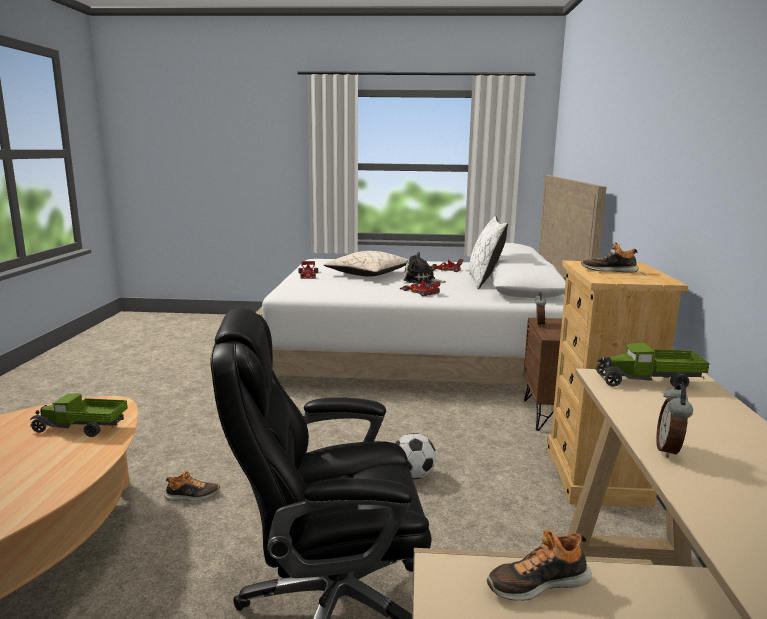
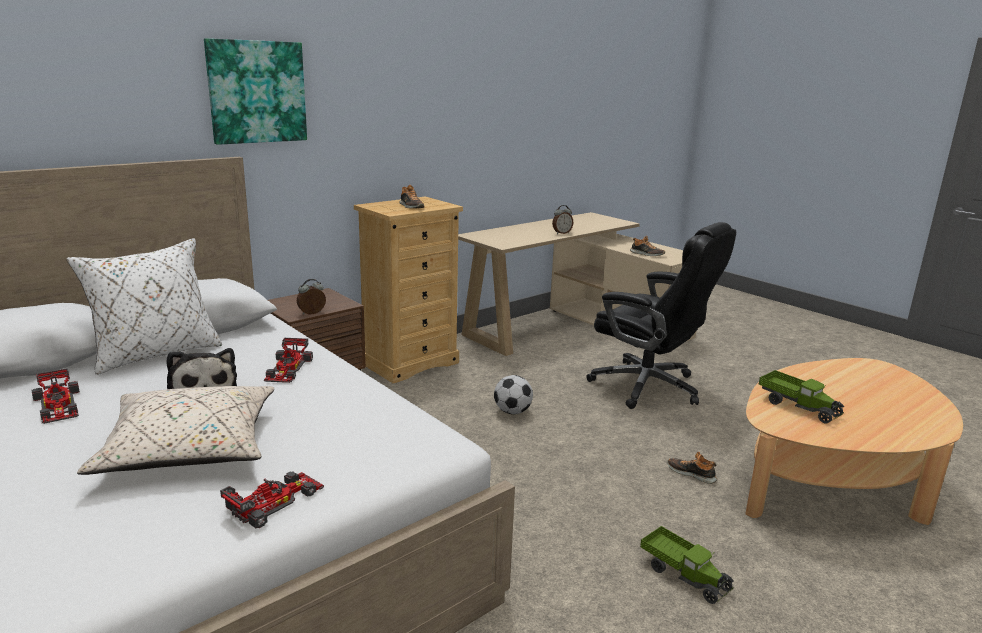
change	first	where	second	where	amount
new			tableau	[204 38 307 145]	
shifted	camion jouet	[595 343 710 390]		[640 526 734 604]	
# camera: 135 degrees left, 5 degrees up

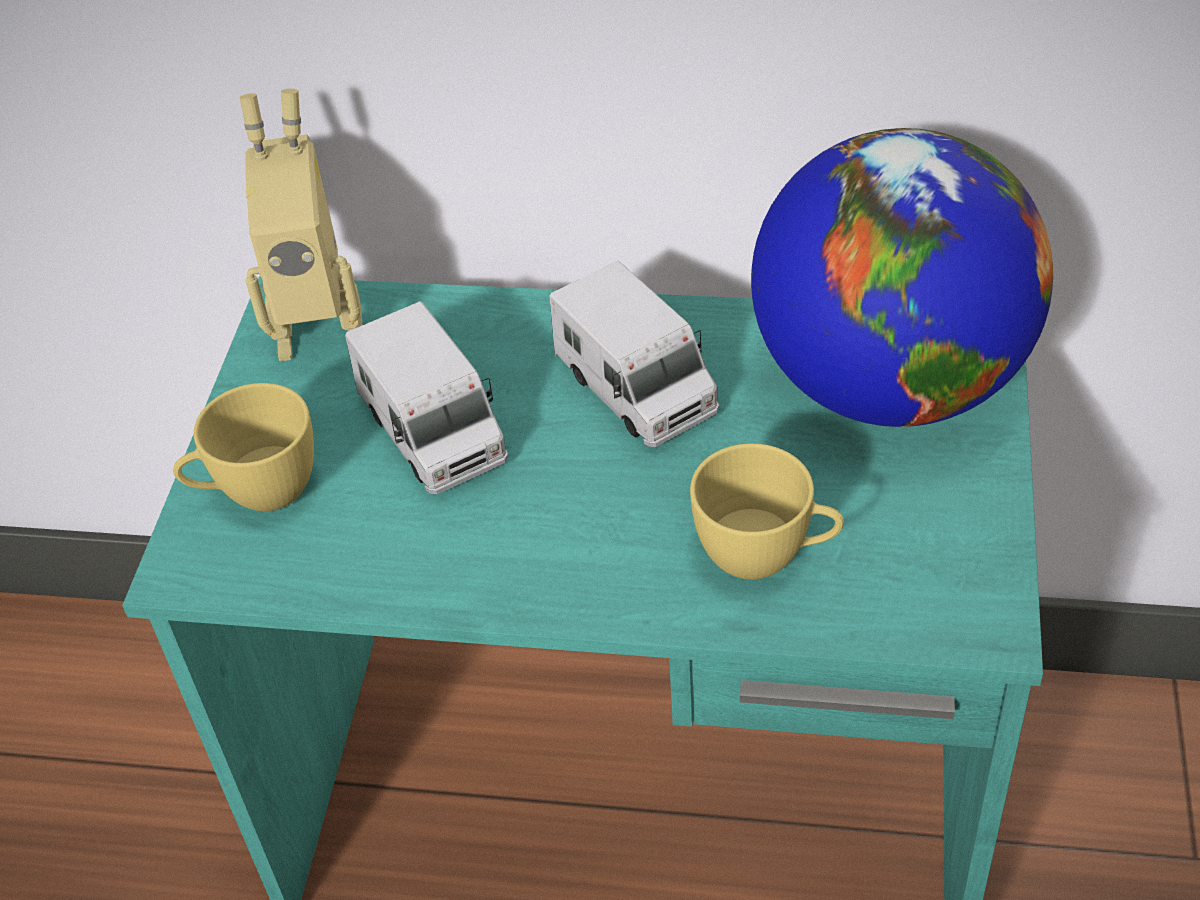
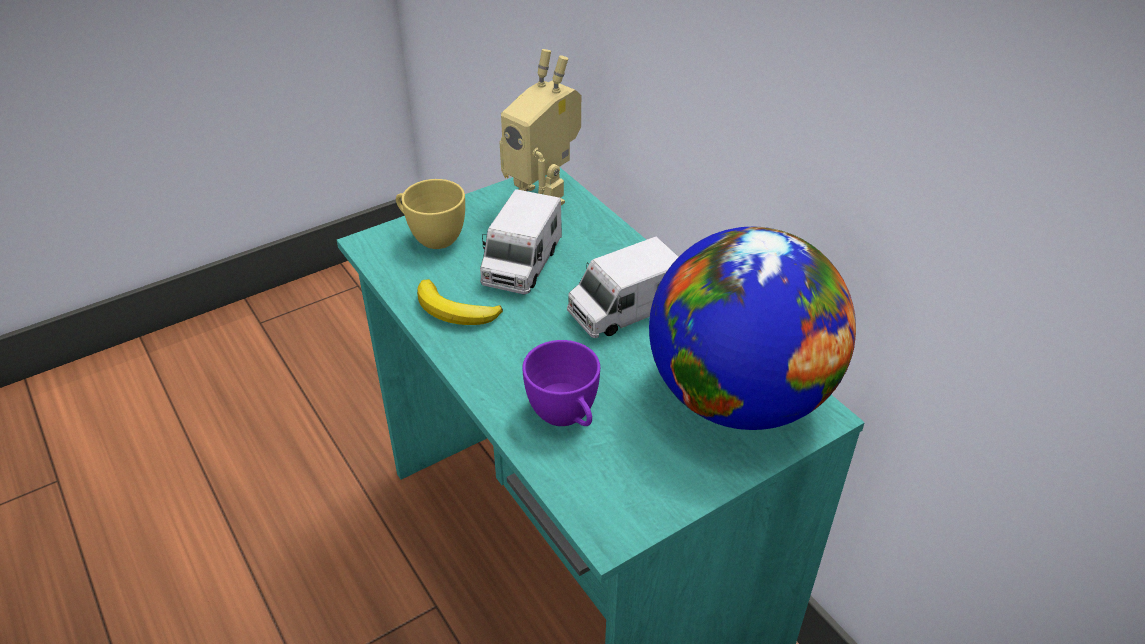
change	first	where	second	where	amount
new			banane	[417 279 503 325]	
repainted	tasse [jaune]	[690 443 844 580]	tasse [violet]	[522 340 600 426]	
rotated	camion jouet	[549 260 719 447]		[567 237 678 338]	45 degrees clockwise
# camera: 45 degrees right, 5 degrees down

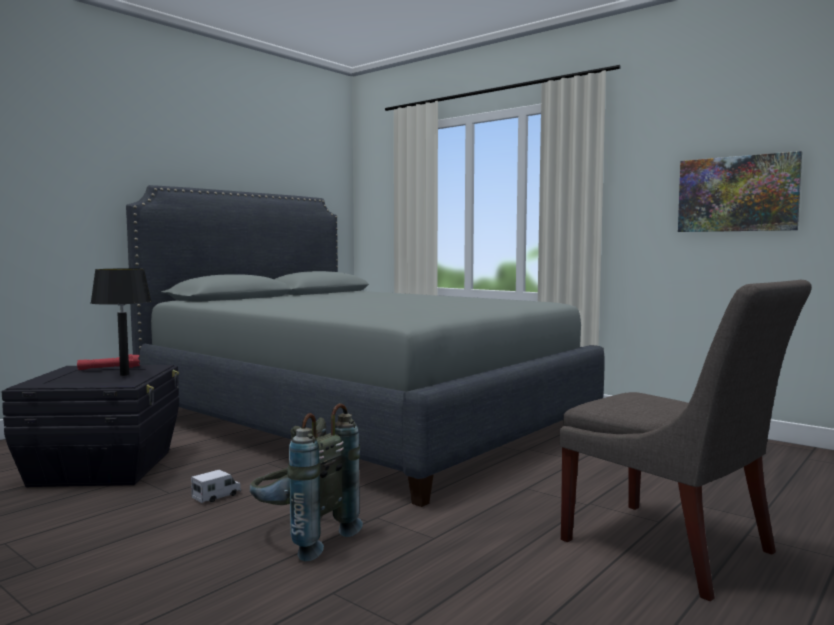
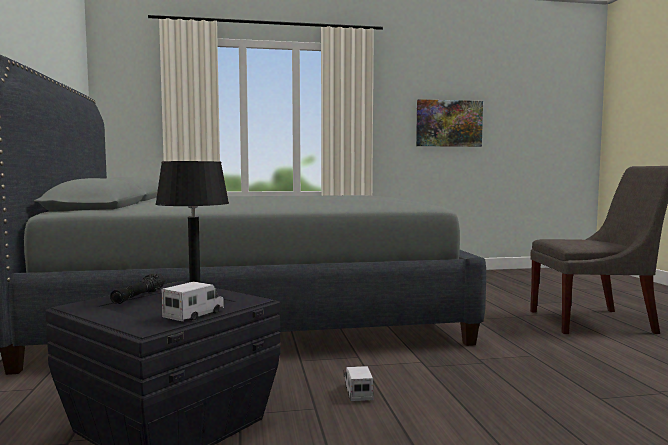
change	first	where	second	where	amount
repainted	lampe de poche [rouge]	[77 354 140 370]	lampe de poche [noir]	[110 274 165 304]	
new			camion jouet	[162 281 224 322]	
gone	sac à dos [gris]	[250 403 363 562]			
# camera: 50 degrees left, 0 degrees up

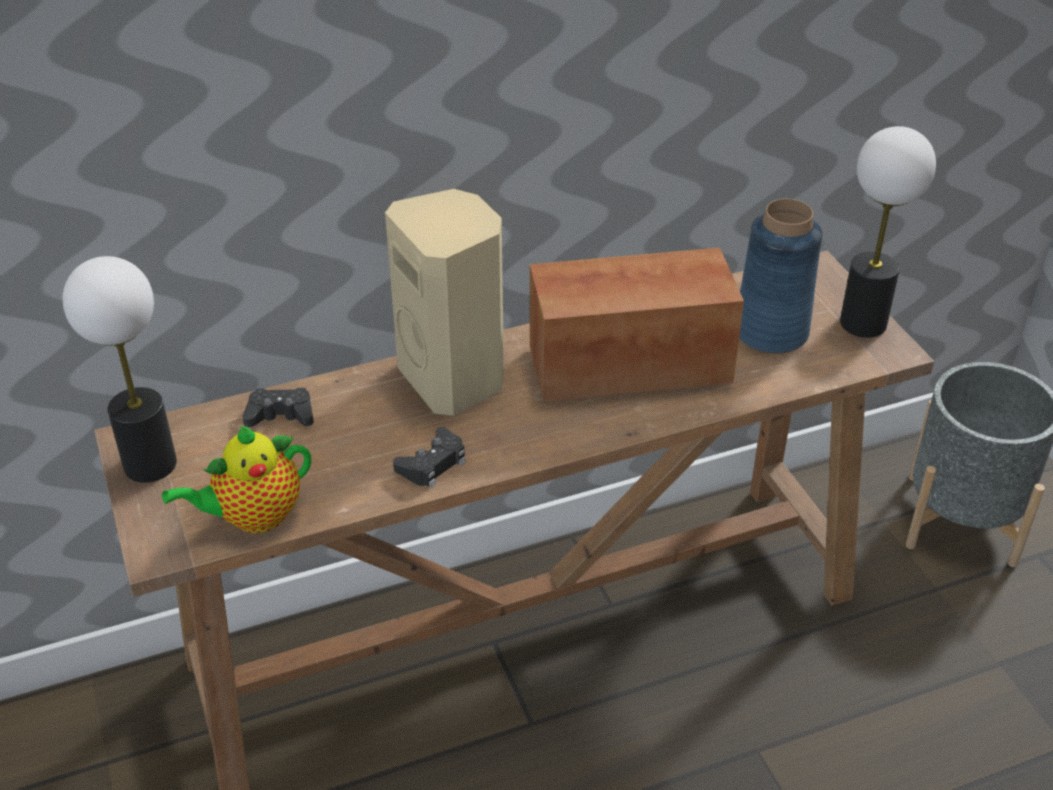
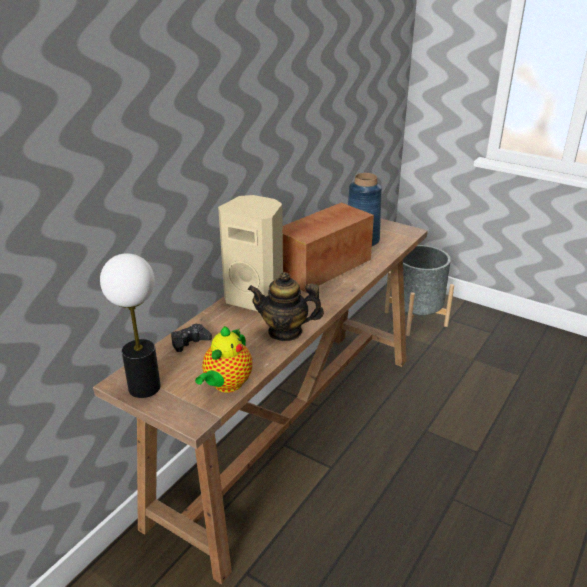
change	first	where	second	where	amount
swapped	manette [noir]	[393 427 466 488]	théière	[248 272 324 341]	
gone	lampe de table	[840 126 936 338]			
# camera: 35 degrees left, 10 degrees down

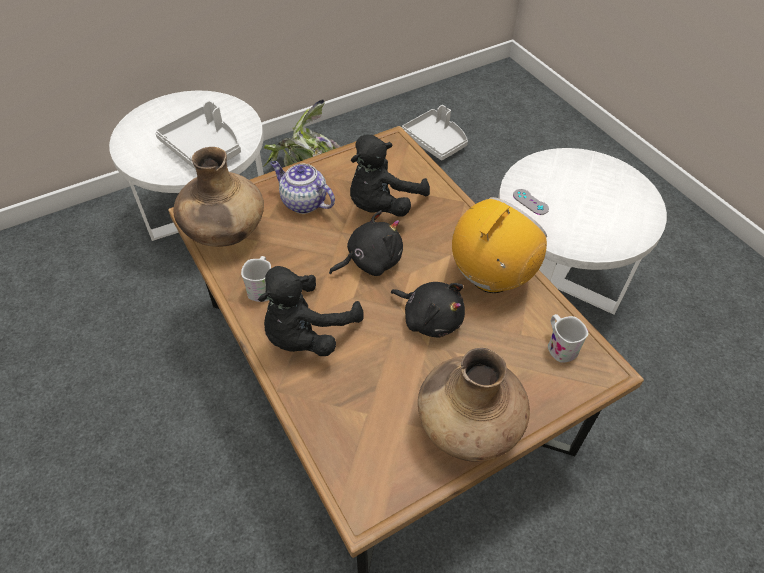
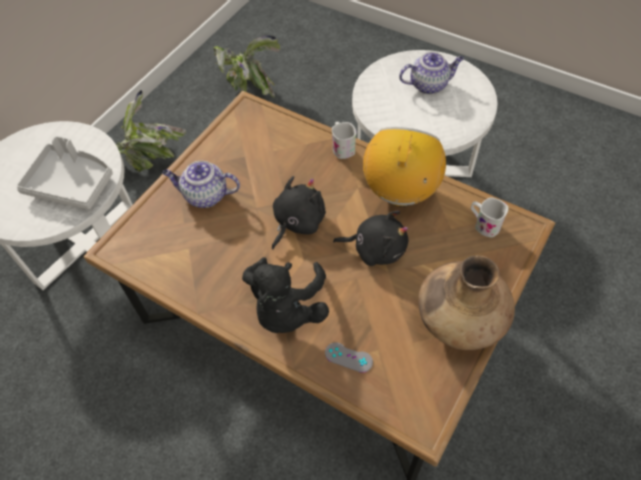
change	first	where	second	where	amount
swapped	plateau [gris]	[402 105 468 160]	plante en pot	[214 35 280 98]	
shifted	manette [gris]	[513 189 549 215]		[325 343 373 373]	
shifted	mug [blanc]	[241 256 271 302]		[332 122 356 159]	
new			théière	[399 52 464 94]	
gone	vase [marron]	[173 147 264 247]			
gone	peluche [noir]	[350 135 430 217]			
# camera: 25 degrees left, 5 degrees up

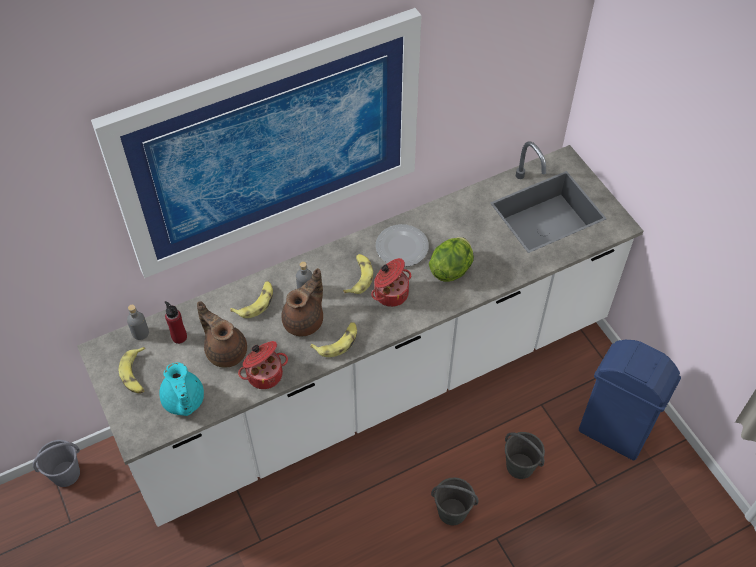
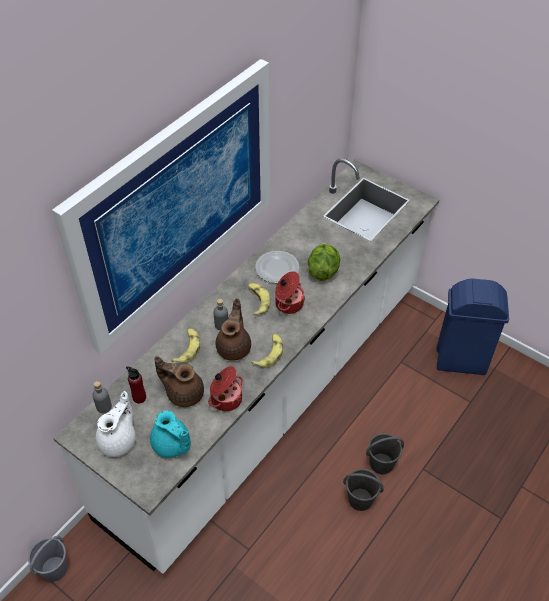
change	first	where	second	where	amount
swapped	banane	[119 347 145 393]	théière [blanc]	[96 391 136 457]	
shifted	seau [gris]	[505 432 545 479]		[343 469 384 511]	
# camera: 25 degrees left, 5 degrees down

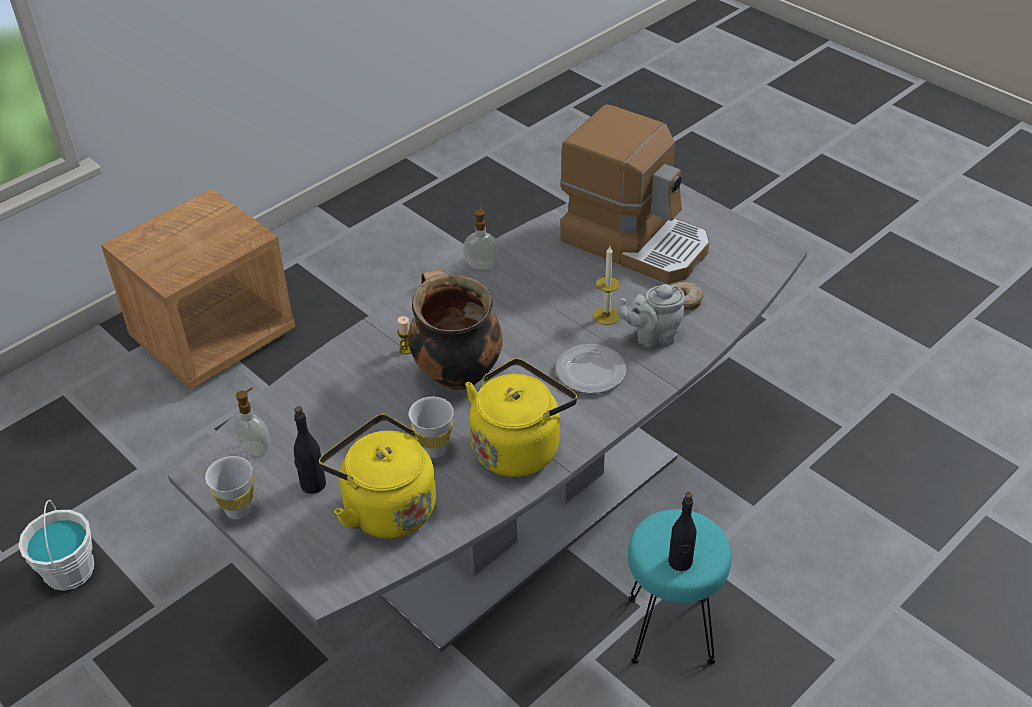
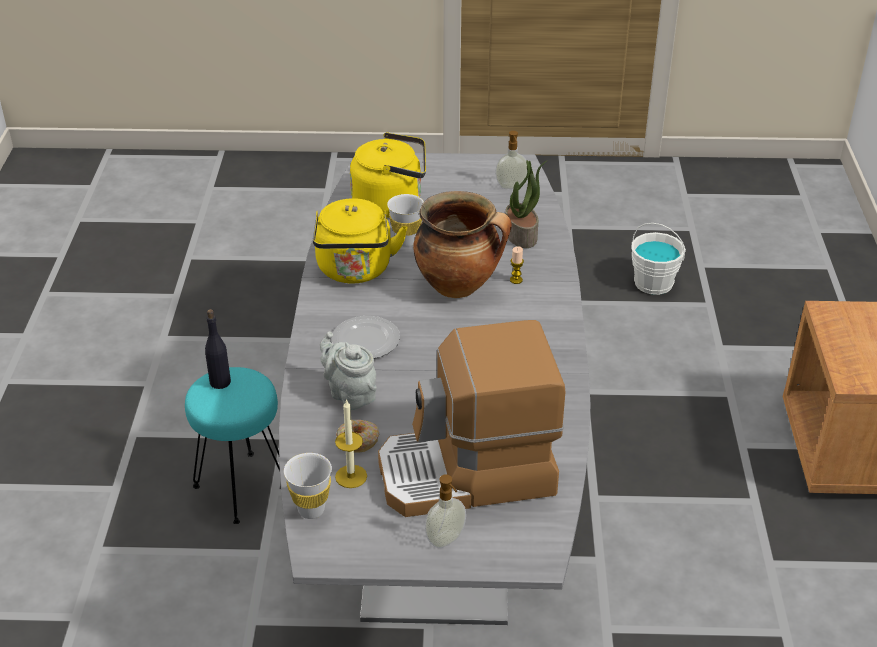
change	first	where	second	where	amount
shifted	tasse [blanc]	[205 456 254 520]		[284 453 332 519]	
rotated	théière [gris]	[617 284 685 348]		[320 331 377 410]	75 degrees counterclockwise
shifted	bougie	[593 246 620 325]		[335 399 367 488]	
shifted	distributeur de savon	[463 207 500 270]		[425 474 466 548]	
new			plante en pot	[505 160 547 248]	
gone	bouteille [noir]	[294 406 326 494]			
# camera: 135 degrees right, 5 degrees down

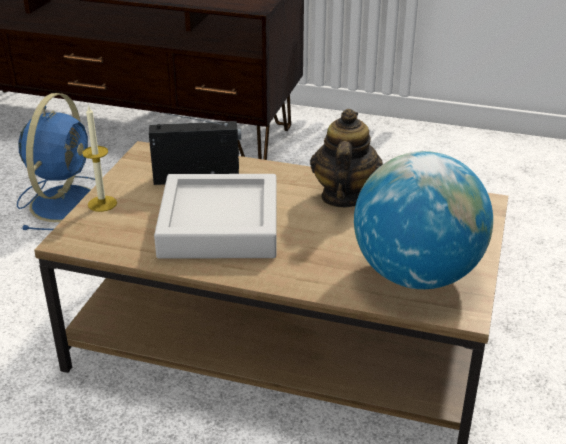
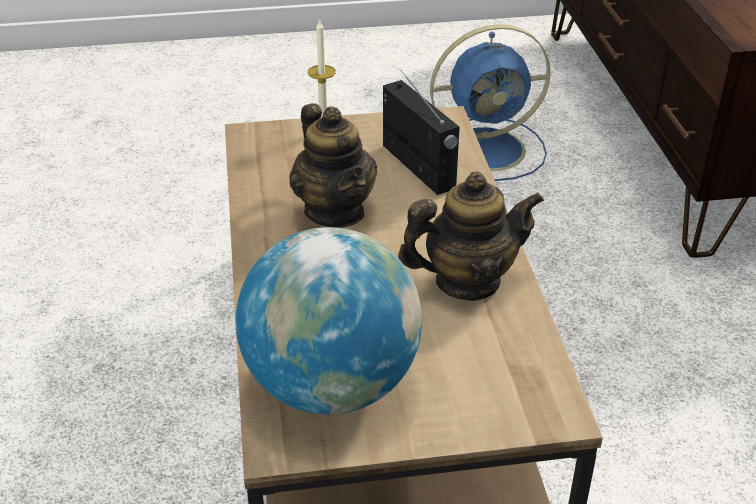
change	first	where	second	where	amount
swapped	plateau [gris]	[154 174 277 259]	théière	[289 103 377 228]	
# camera: 65 degrees right, 5 degrees up

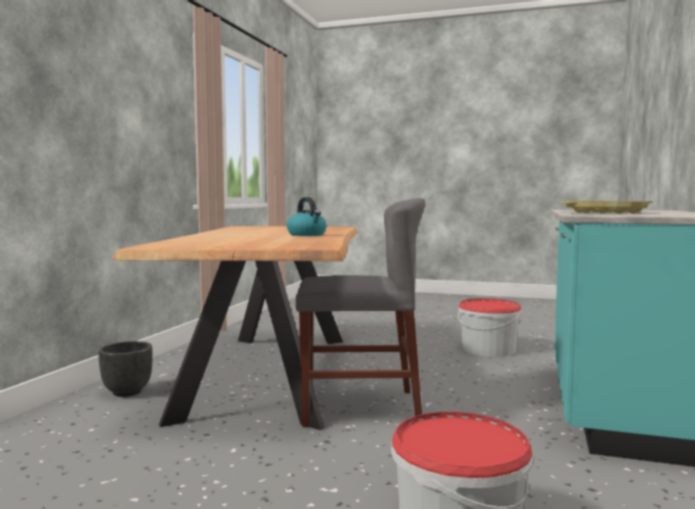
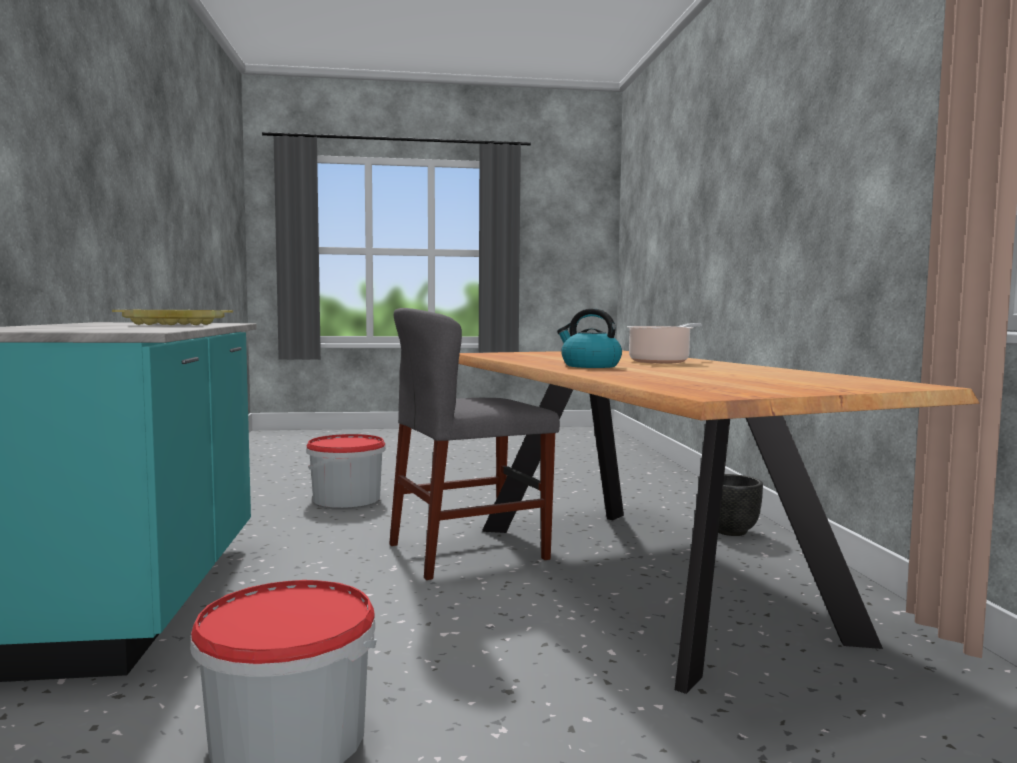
change	first	where	second	where	amount
new			marmite	[627 323 701 364]	
# camera: 155 degrees right, 0 degrees up

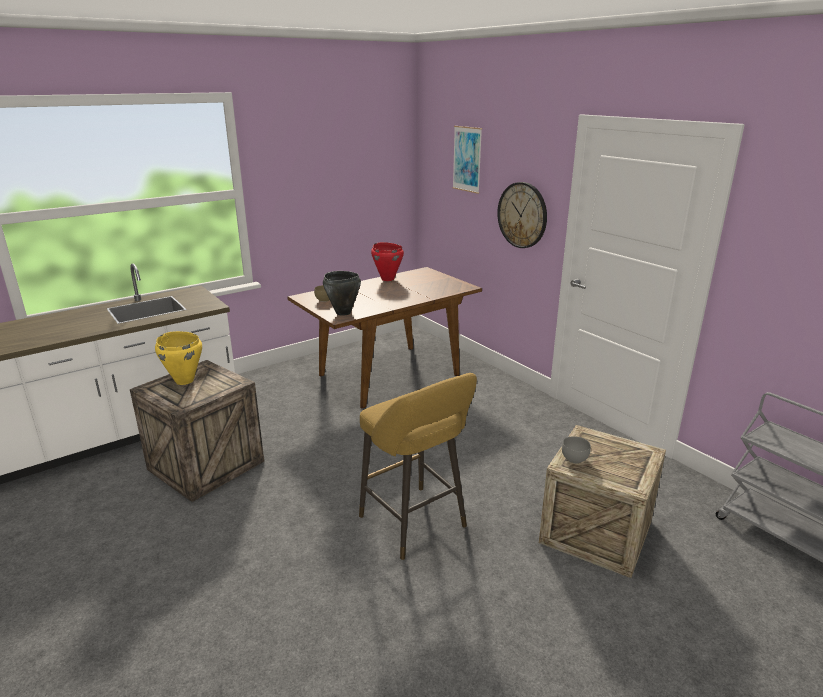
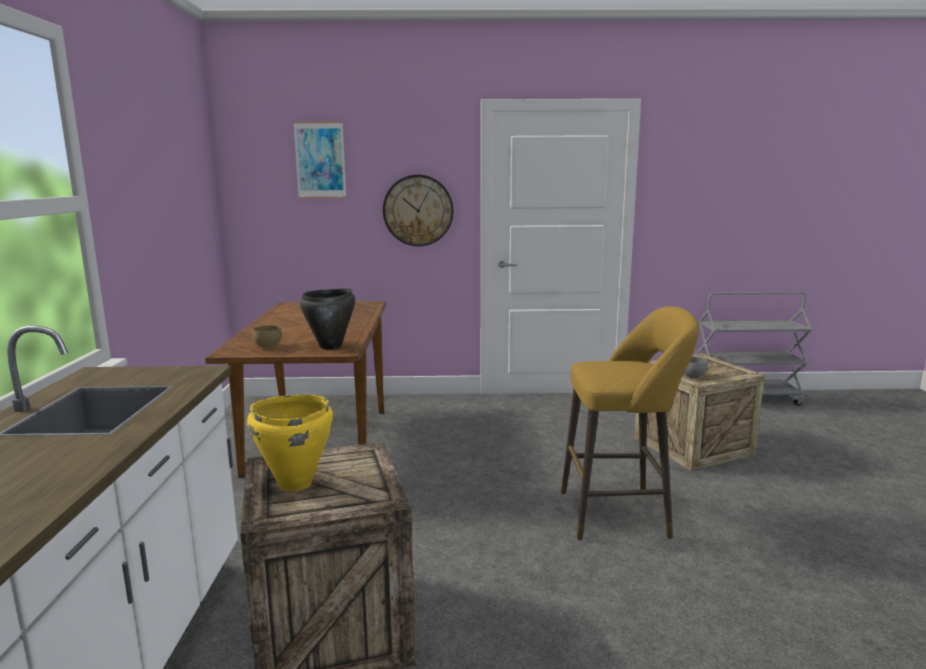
change	first	where	second	where	amount
gone	marmite [rouge]	[371 242 404 281]			
# camera: 55 degrees left, 10 degrees down

